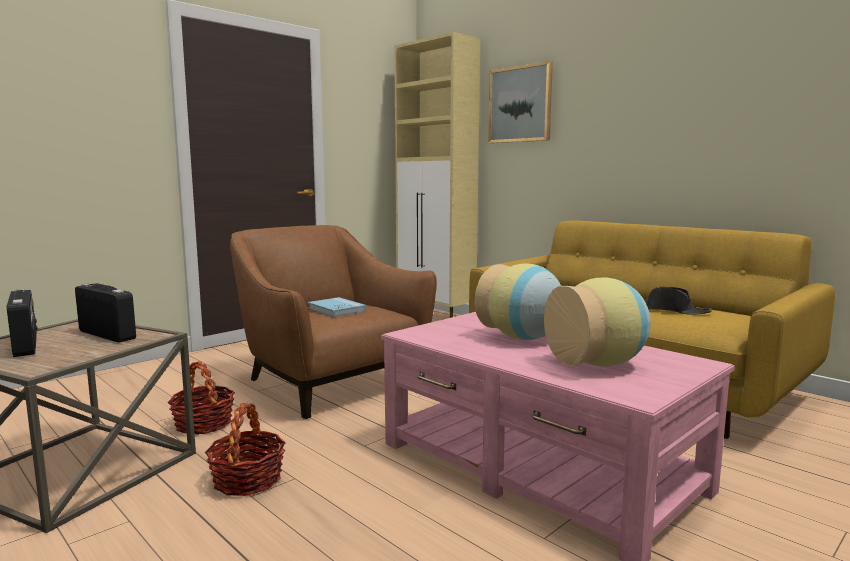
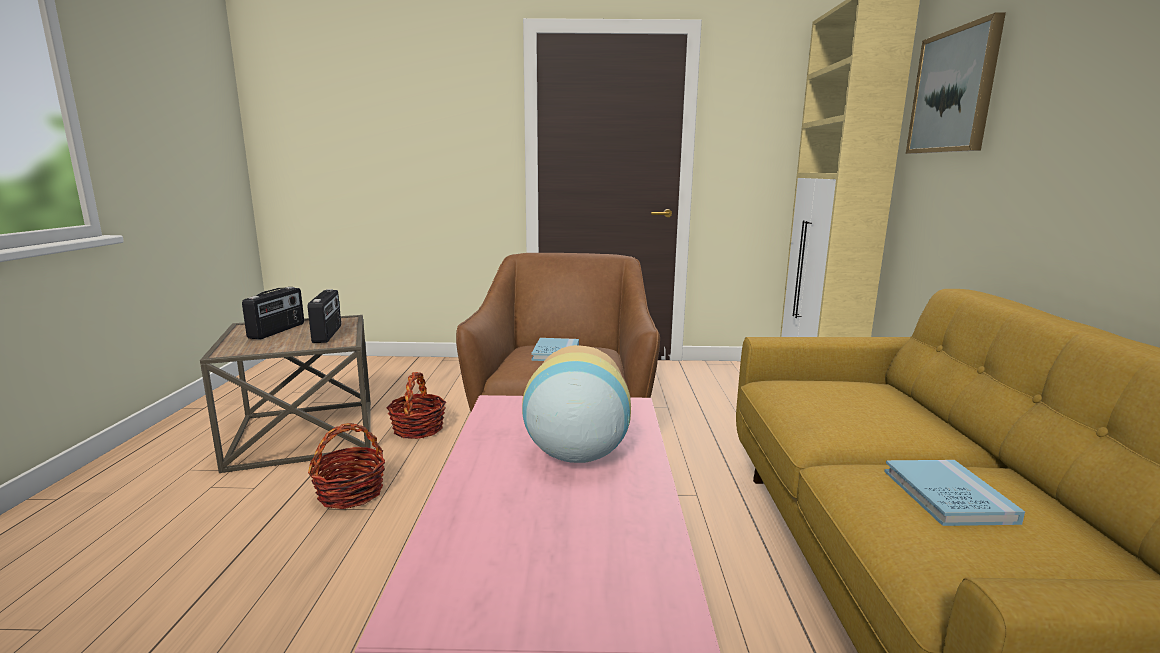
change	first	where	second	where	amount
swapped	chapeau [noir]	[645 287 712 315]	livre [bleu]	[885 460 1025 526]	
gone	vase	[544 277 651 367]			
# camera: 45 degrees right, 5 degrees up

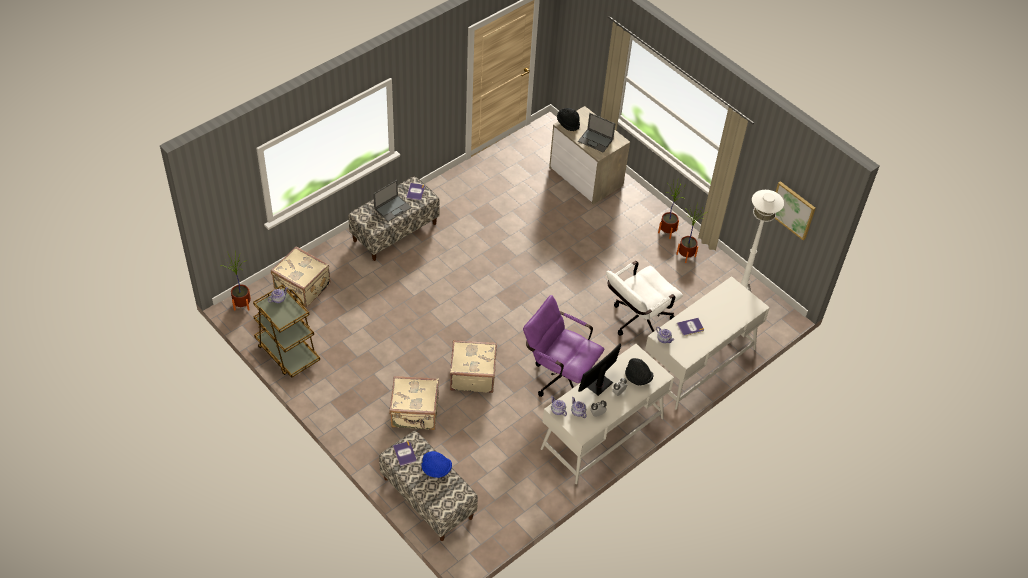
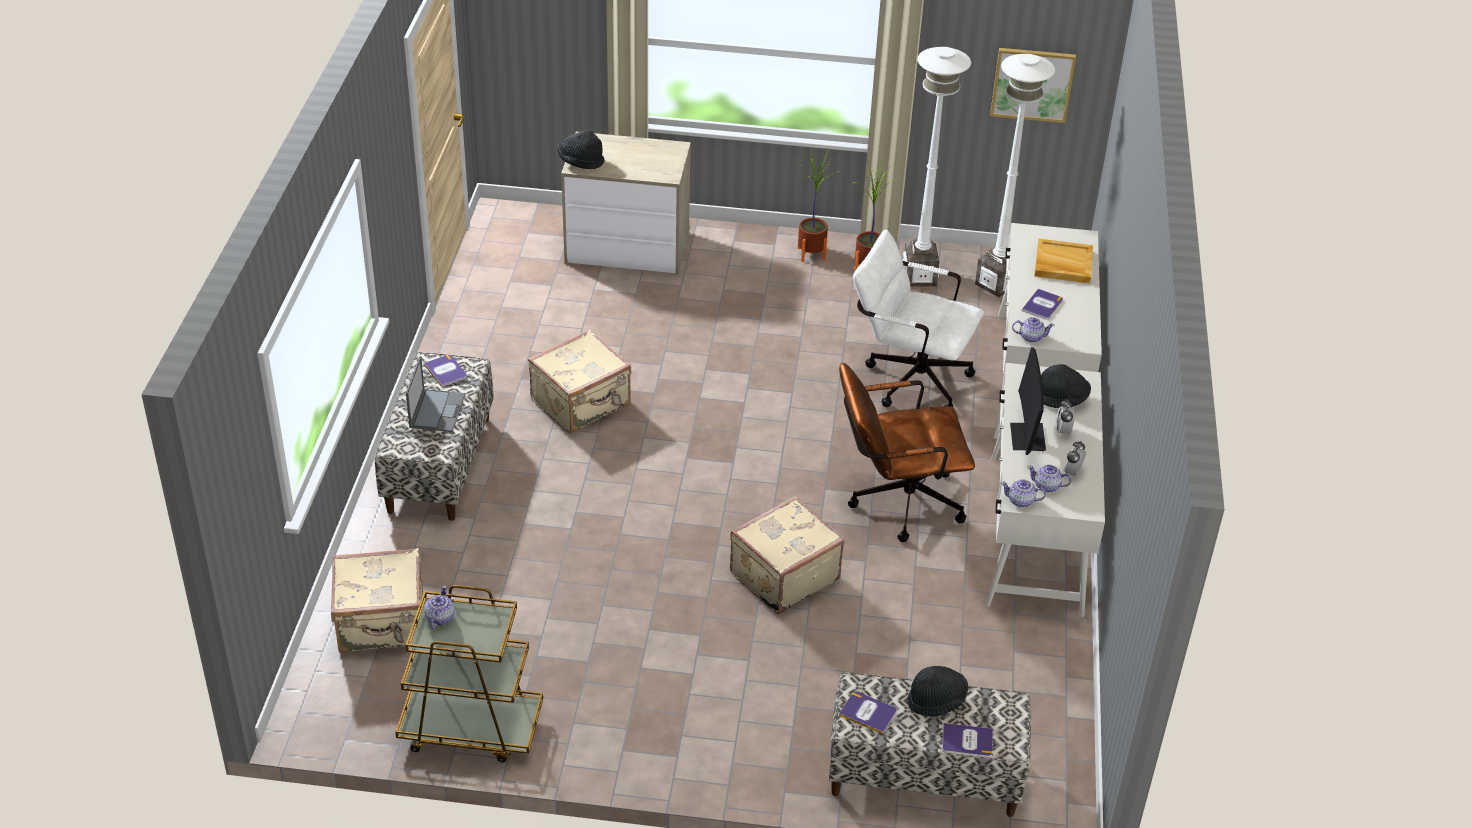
change	first	where	second	where	amount
shifted	valise [beige]	[389 376 439 430]		[528 330 631 433]	
repainted	chaise de bureau [violet]	[523 295 604 397]	chaise de bureau [marron]	[839 363 975 542]	
rotated	chaise de bureau [blanc]	[606 261 683 336]		[853 229 984 407]	105 degrees clockwise
new			lampadaire [blanc]	[902 47 971 287]	
repainted	chapeau [bleu]	[421 451 452 478]	chapeau [noir]	[907 666 968 716]	
new			livre	[942 723 993 758]	
new			plateau [beige]	[1034 239 1093 283]	
gone	plante en pot	[220 251 251 311]			
gone	ordinateur portable	[578 113 615 152]			
# camera: 40 degrees left, 10 degrees down

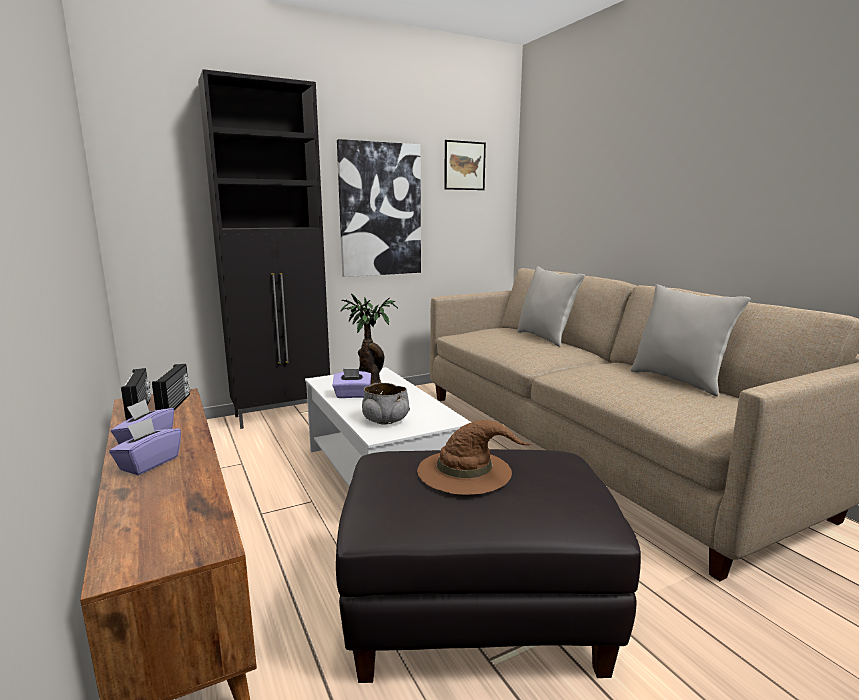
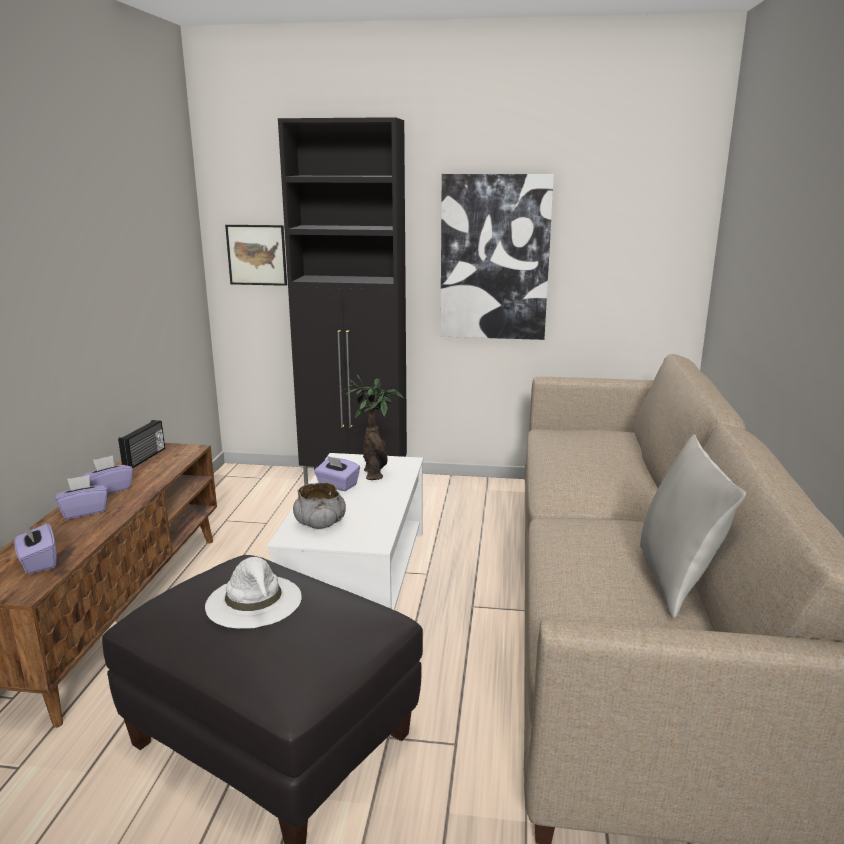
change	first	where	second	where	amount
new			boîte à mouchoirs [violet]	[14 522 56 574]	
repainted	chapeau [marron]	[417 420 531 495]	chapeau [blanc]	[205 557 302 629]	
shifted	tableau	[444 140 486 190]		[225 225 287 286]	
gone	radio	[152 364 190 410]			
gone	coussin [gris]	[517 266 585 347]			
# camera: 35 degrees right, 5 degrees up

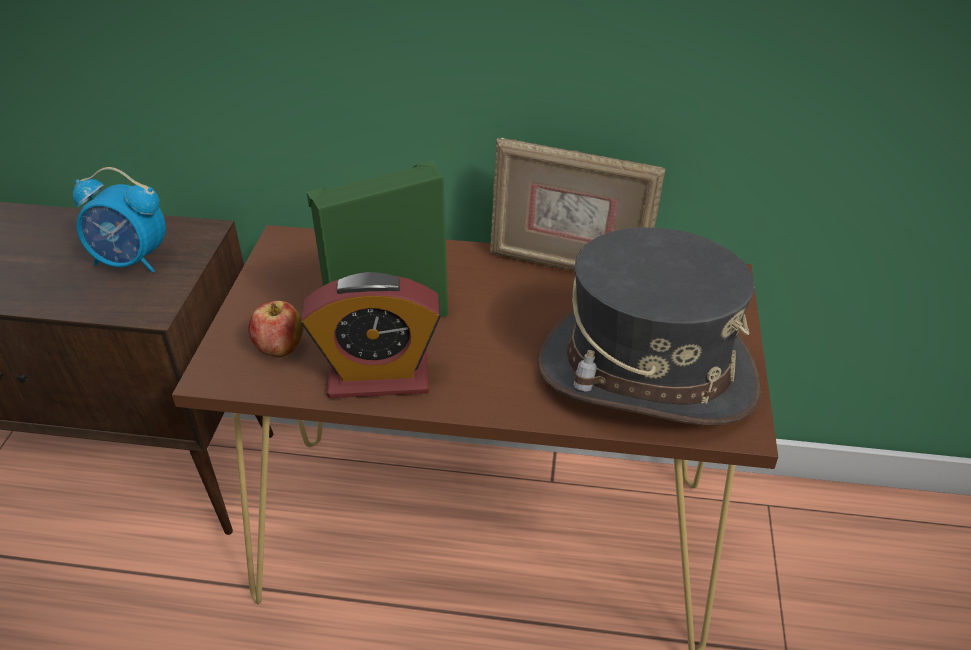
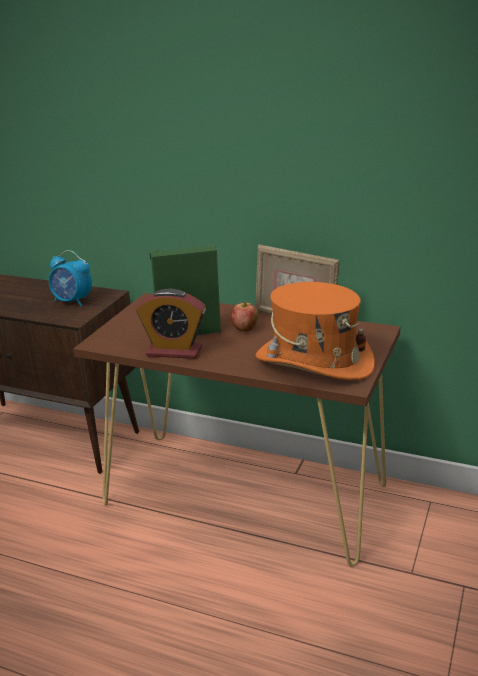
change	first	where	second	where	amount
shifted	pomme	[248 301 303 357]		[231 302 258 332]	
repainted	chapeau [gris]	[537 227 761 426]	chapeau [orange]	[255 282 375 380]	
# camera: 15 degrees right, 15 degrees down

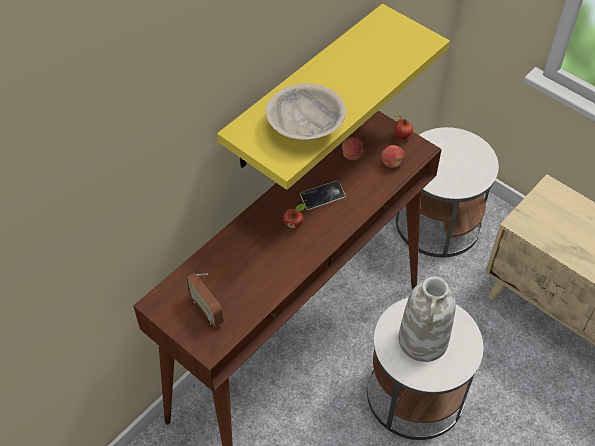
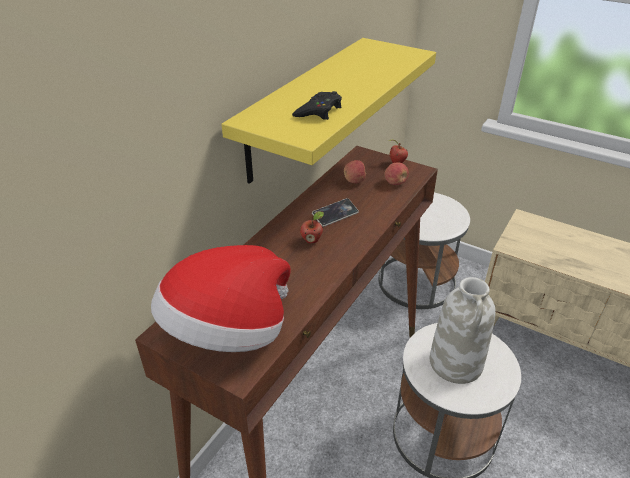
change	first	where	second	where	amount
swapped	radio	[186 273 224 327]	chapeau	[151 245 291 352]	
swapped	bol [beige]	[266 83 346 140]	manette [noir]	[292 91 342 120]	
# camera: 10 degrees left, 15 degrees down

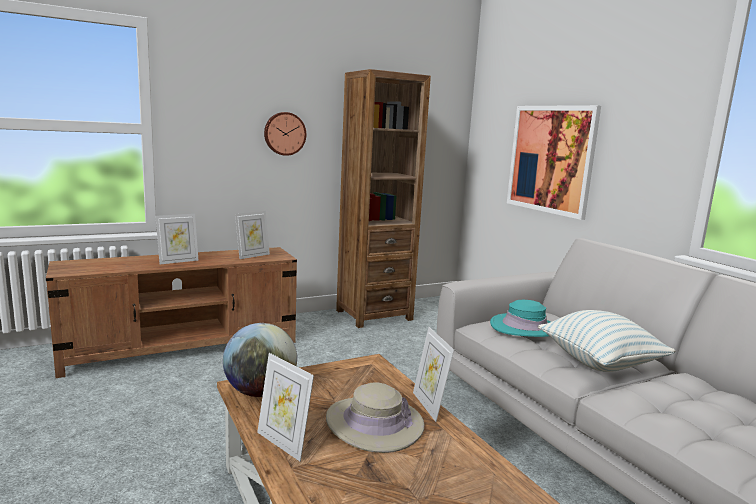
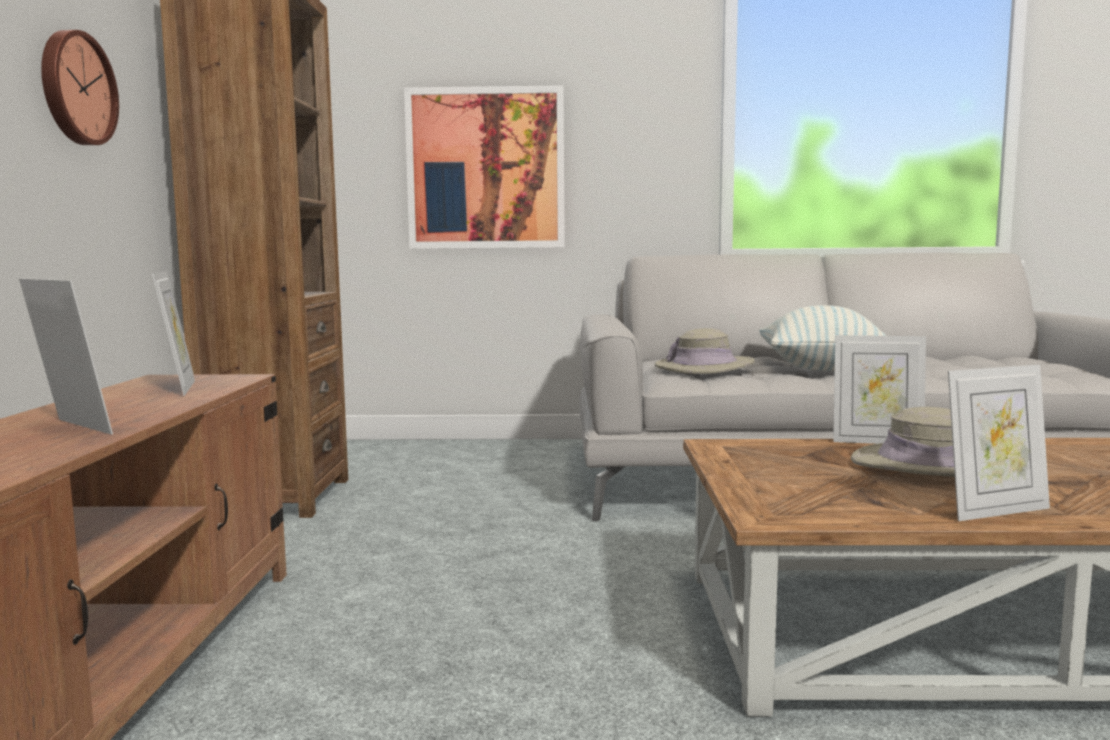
change	first	where	second	where	amount
rotated	cadre photo	[155 214 199 264]		[19 278 113 435]	45 degrees counterclockwise
repainted	chapeau [turquoise]	[490 300 550 337]	chapeau [beige]	[655 328 755 374]	
gone	globe	[223 323 297 397]			
# camera: 60 degrees left, 5 degrees down

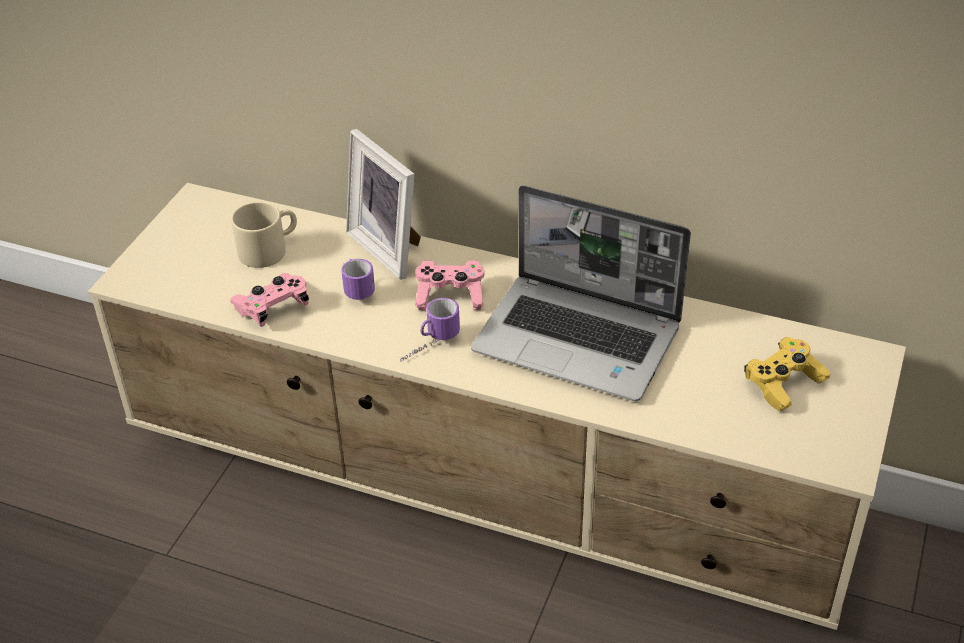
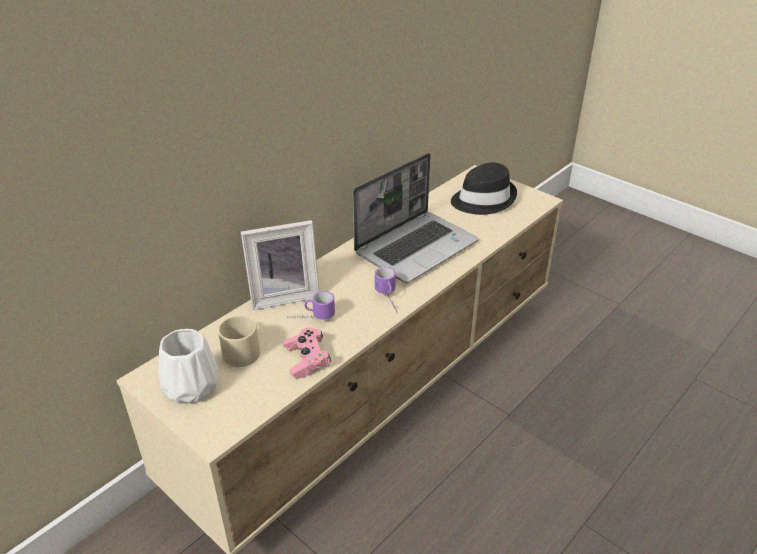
change	first	where	second	where	amount
new			vase [blanc]	[158 329 218 404]	
swapped	manette [jaune]	[744 337 830 412]	chapeau [noir]	[451 162 517 215]	
gone	manette [rose]	[415 260 485 310]			
# camera: 70 degrees left, 5 degrees down

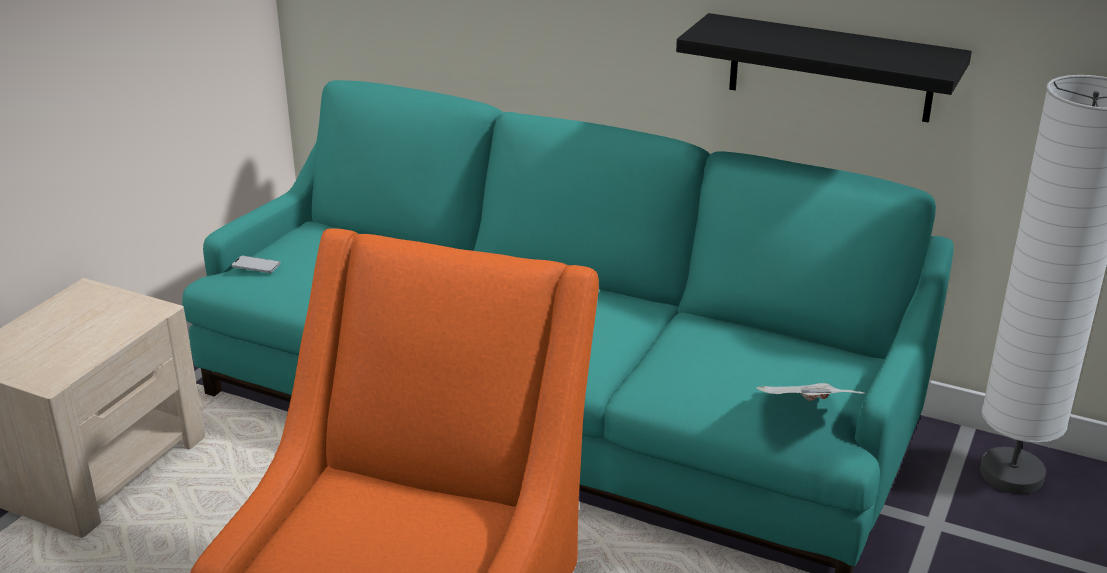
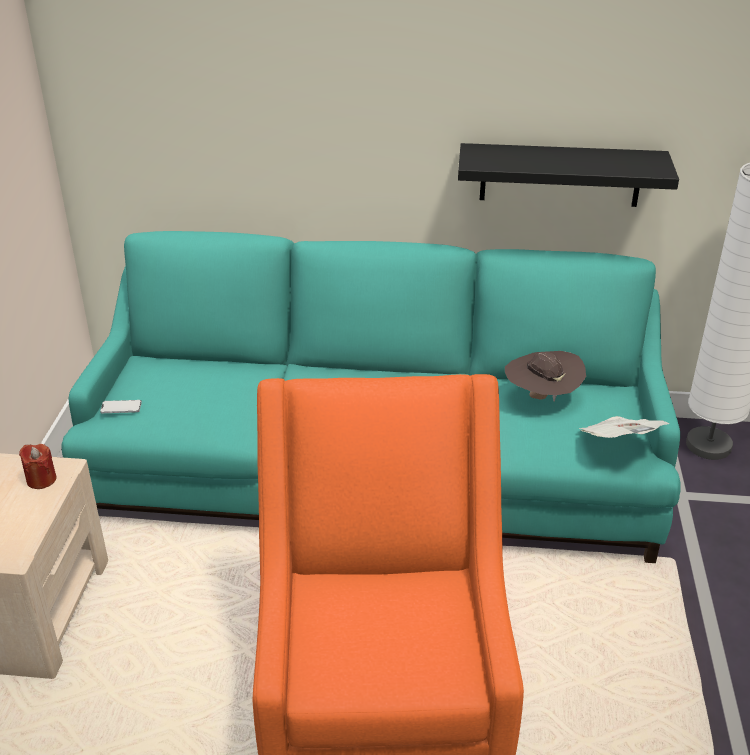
change	first	where	second	where	amount
new			bougie [rouge]	[19 444 56 489]	
new			chapeau [marron]	[505 351 586 402]	
# camera: 20 degrees left, 5 degrees up

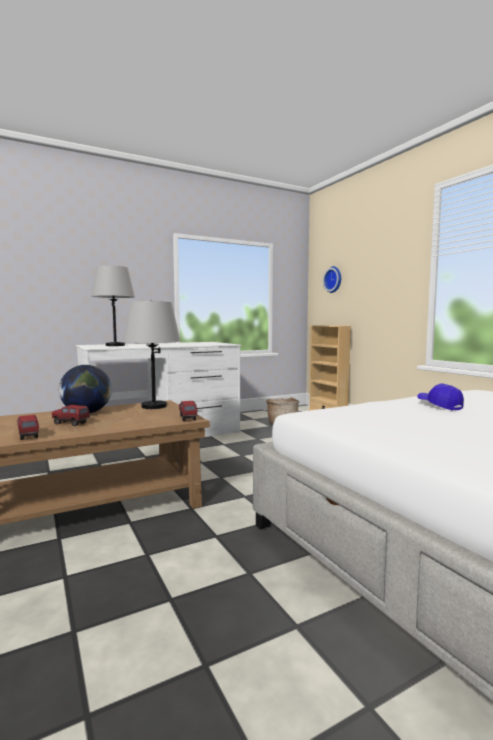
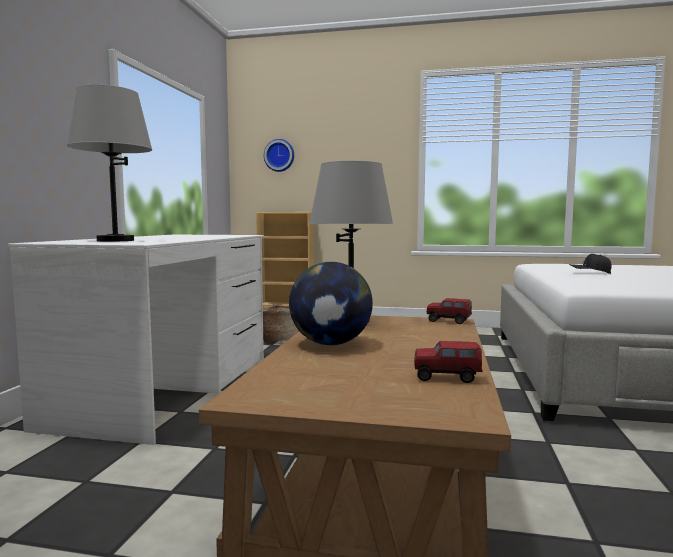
change	first	where	second	where	amount
repainted	casquette [bleu]	[417 383 464 411]	casquette [noir]	[569 254 612 274]	
gone	camion jouet	[52 405 90 426]			
# camera: 50 degrees left, 0 degrees up

